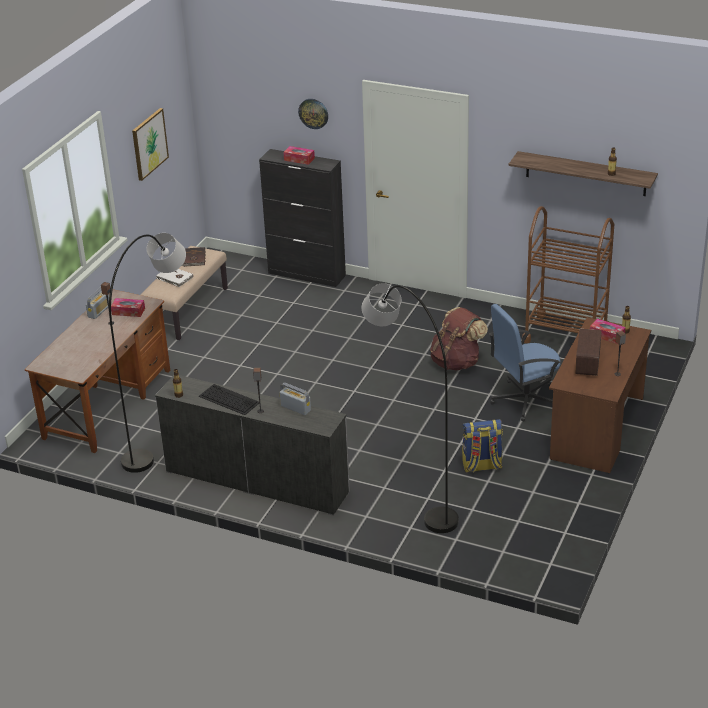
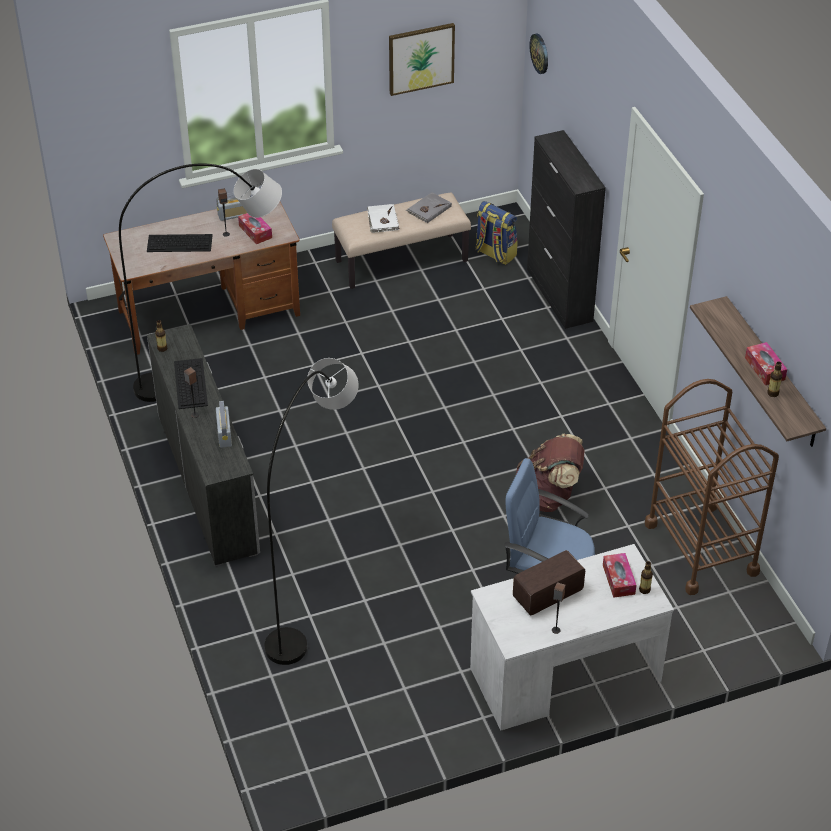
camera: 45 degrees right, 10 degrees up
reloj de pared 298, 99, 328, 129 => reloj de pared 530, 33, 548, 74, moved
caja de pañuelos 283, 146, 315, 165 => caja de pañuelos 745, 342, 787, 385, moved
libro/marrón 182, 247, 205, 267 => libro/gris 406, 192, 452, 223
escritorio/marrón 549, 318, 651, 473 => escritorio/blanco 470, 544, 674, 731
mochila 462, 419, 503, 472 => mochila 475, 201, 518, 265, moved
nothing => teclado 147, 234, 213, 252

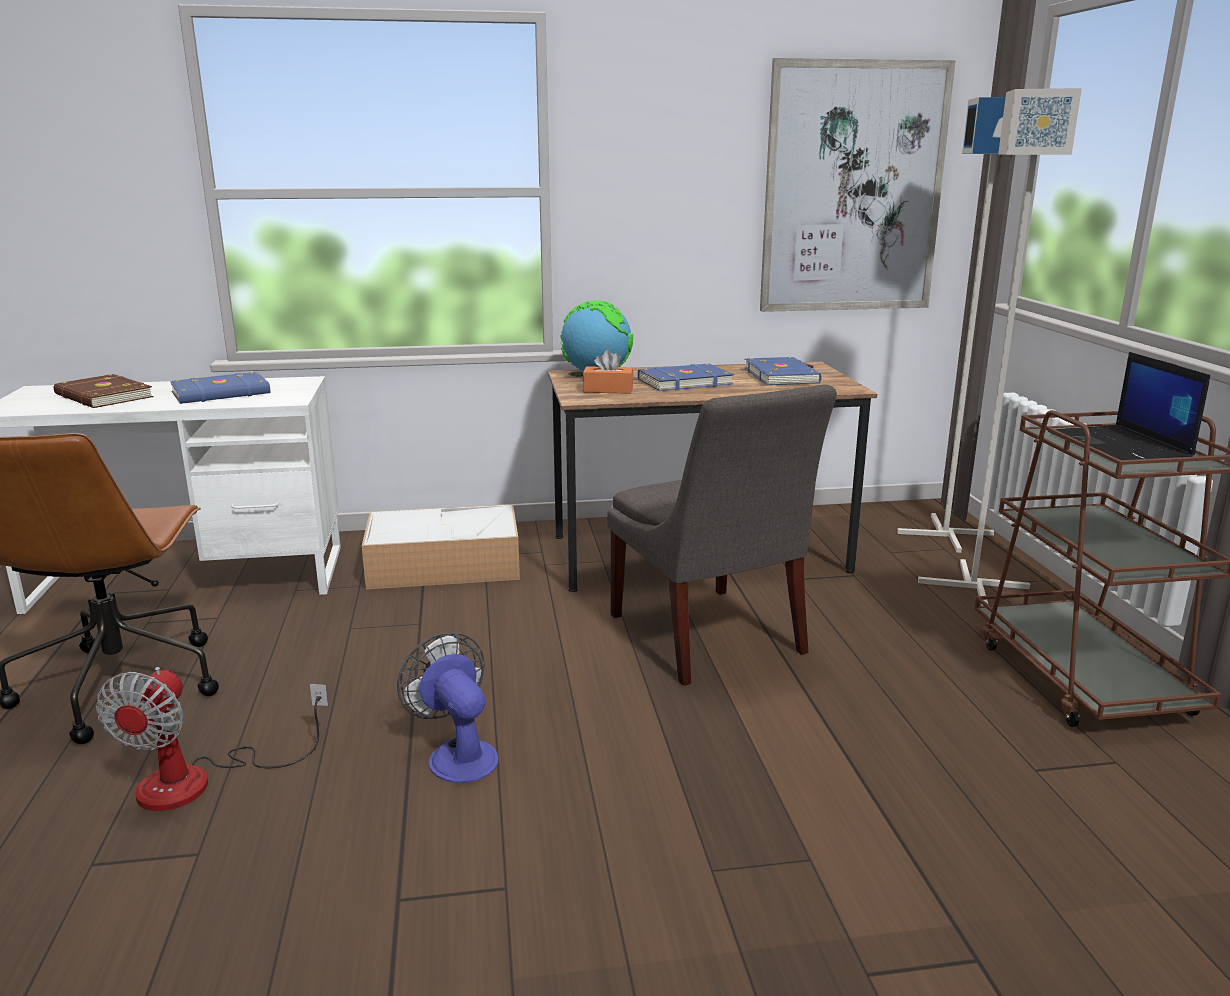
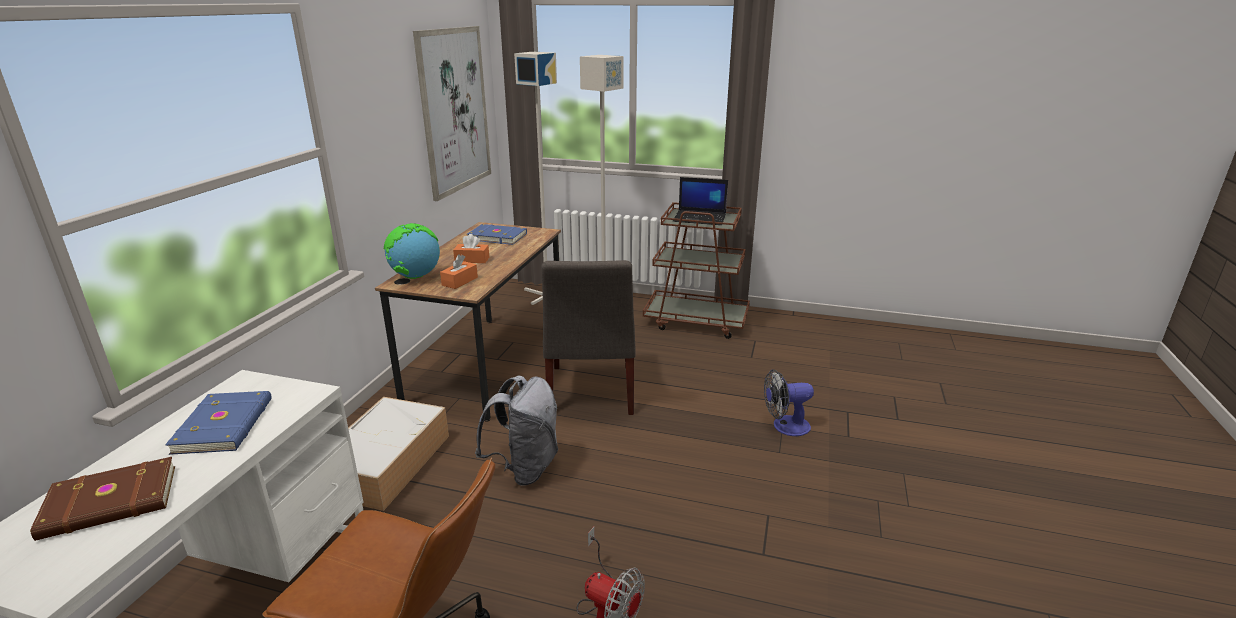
camera: 65 degrees left, 5 degrees up
libro/azul 638, 364, 734, 391 => caja de pañuelos/naranja 453, 234, 489, 263
silla/gris 608, 384, 837, 686 => silla/gris 541, 260, 635, 415, 90 degrees clockwise
ventilador 397, 632, 498, 783 => ventilador 764, 369, 814, 436, moved
nothing => mochila/gris 475, 376, 558, 486

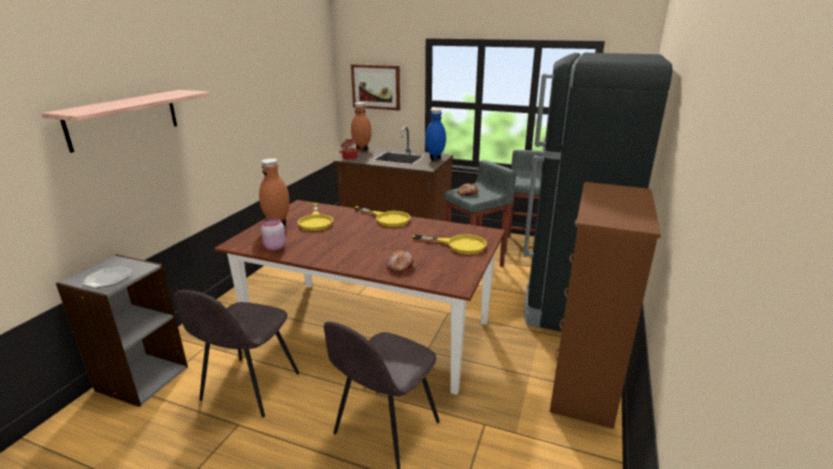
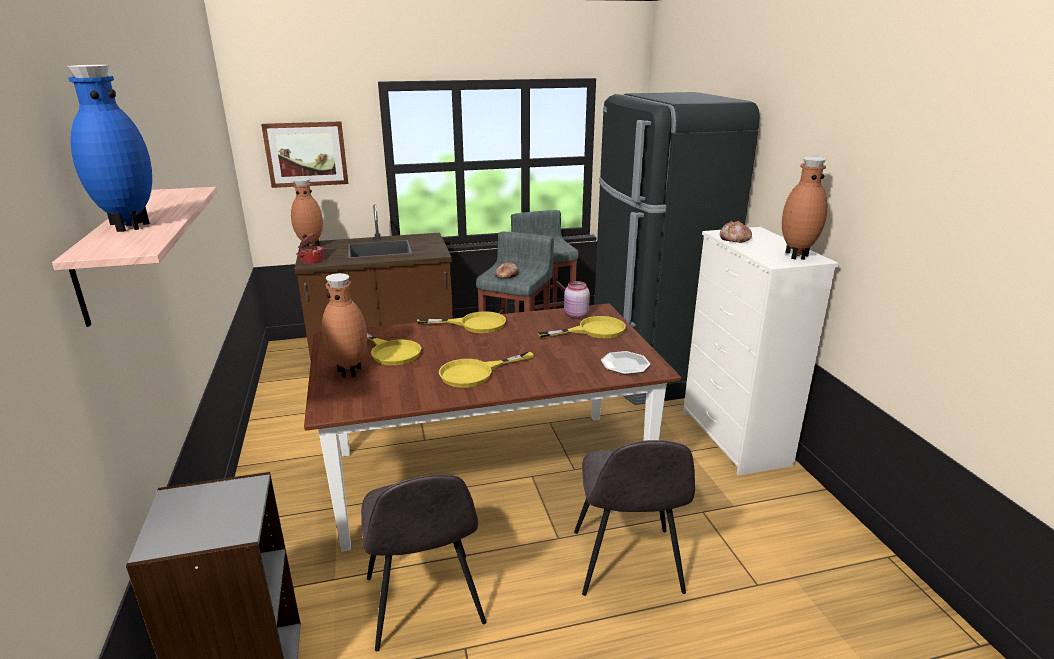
camera: 35 degrees left, 0 degrees up
florero/azul 425, 108, 446, 161 => florero/azul 67, 65, 152, 232, moved
cómoda/marrón 550, 182, 661, 429 => cómoda/blanco 683, 227, 839, 476
tarro/rosa 261, 217, 286, 251 => tarro/rosa 564, 281, 590, 319, moved
pan 387, 249, 413, 271 => pan 720, 221, 752, 243, moved
plato 83, 266, 131, 288 => plato 601, 351, 651, 374, moved
nothing => florero/marrón 782, 156, 827, 260
nothing => sartén/amarillo 439, 352, 534, 388

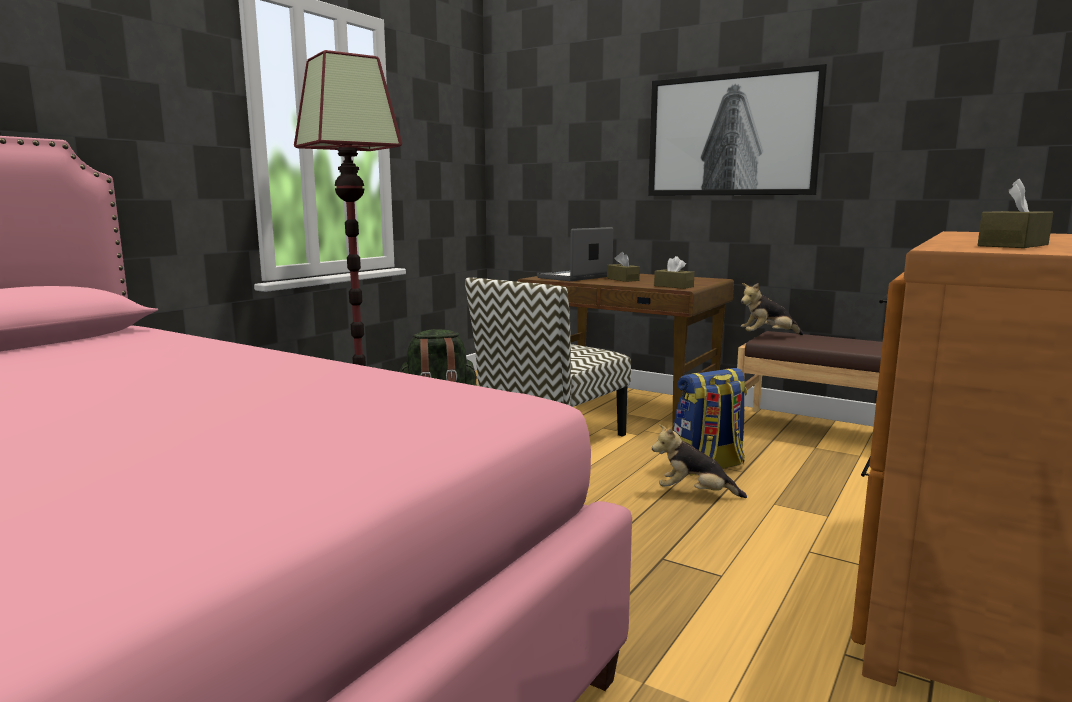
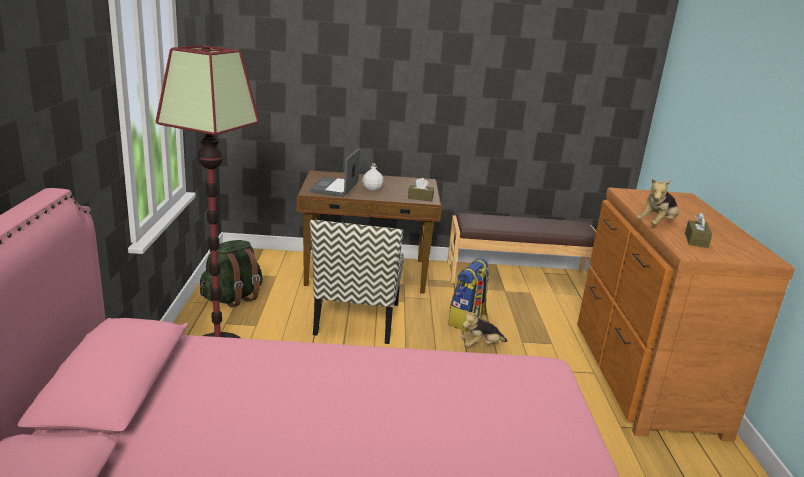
camera: 35 degrees left, 10 degrees up
cuadro 648, 64, 827, 196 => nothing
caja de pañuelos/marrón 607, 252, 640, 282 => botella/blanco 362, 163, 383, 191
peluche 741, 283, 803, 335 => peluche 637, 179, 679, 225, moved

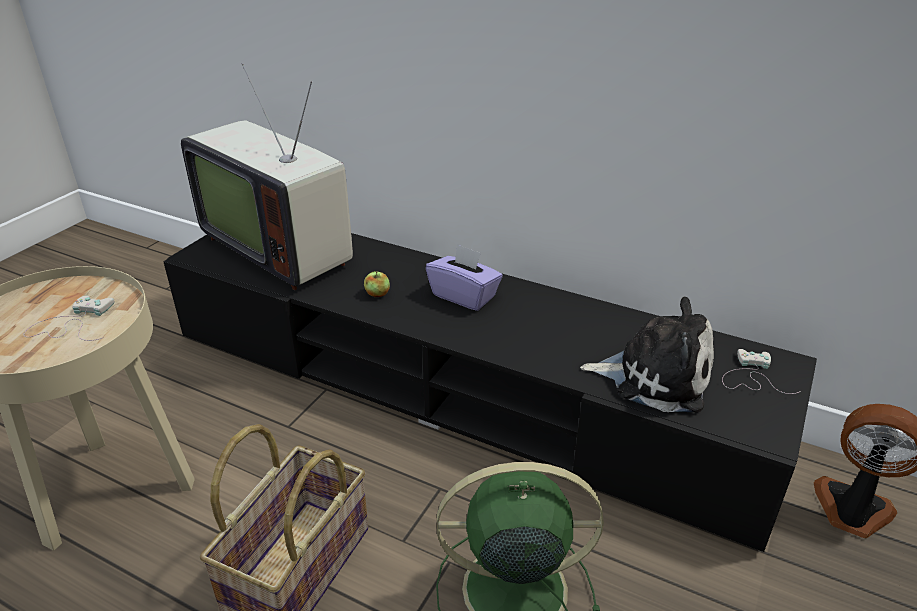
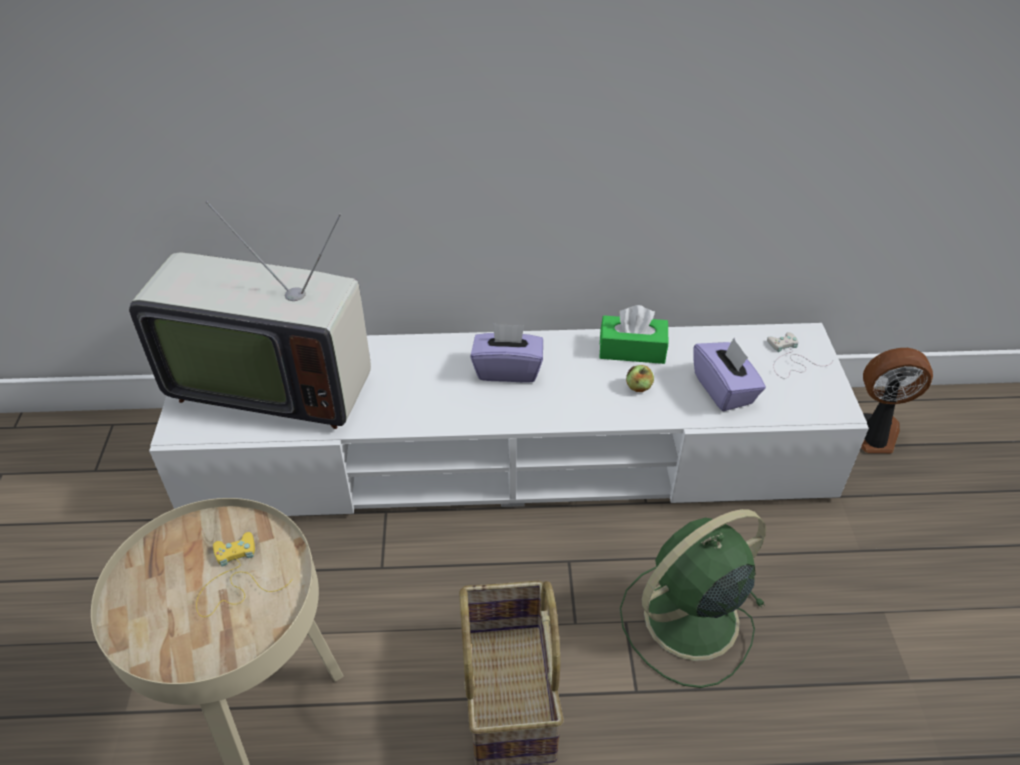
camera: 30 degrees left, 10 degrees up
mueble de televisión/negro 163, 233, 817, 552 => mueble de televisión/blanco 149, 323, 869, 516
manzana 364, 271, 390, 297 => manzana 626, 365, 654, 392, moved
mando de consola/blanco 23, 296, 114, 341 => mando de consola/amarillo 196, 532, 292, 617
peluche 580, 297, 714, 412 => caja de pañuelos/morado 693, 338, 766, 412
nothing => caja de pañuelos/verde 599, 305, 668, 364

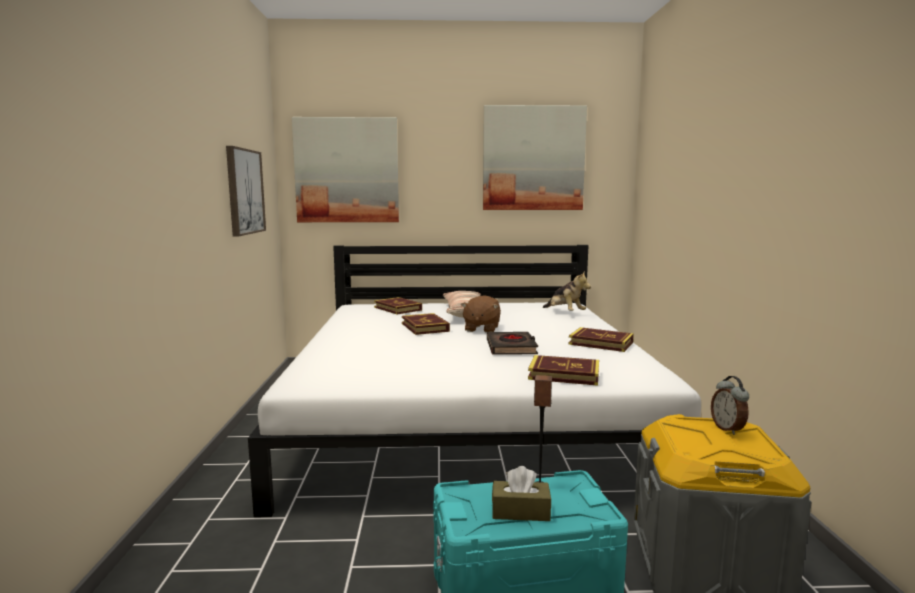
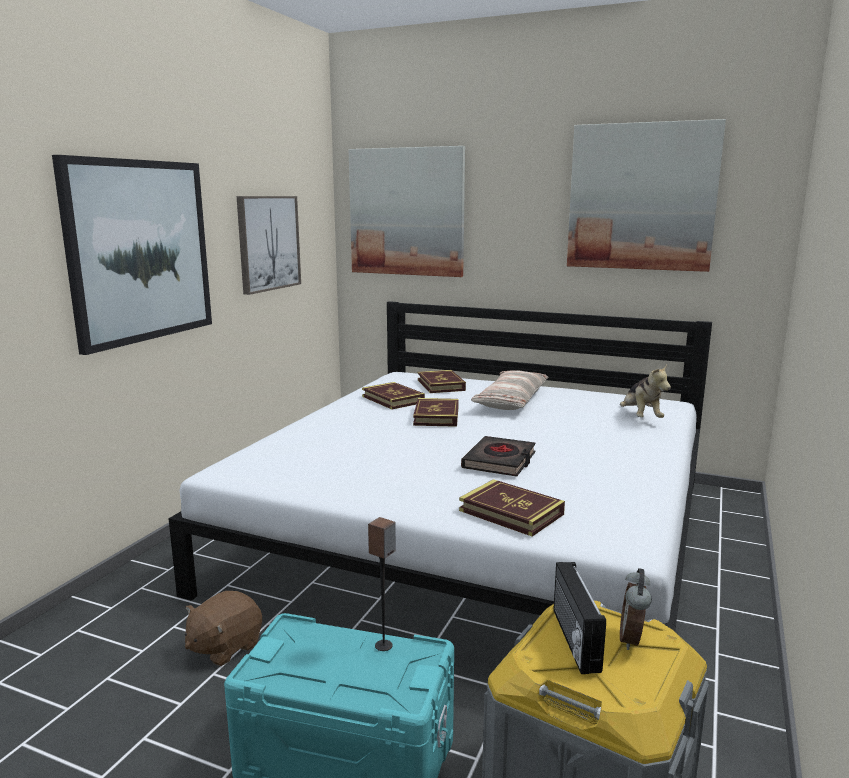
camera: 25 degrees right, 5 degrees up
peluche/marrón 461, 295, 501, 333 => peluche/marrón 185, 591, 262, 666, moved
libro 569, 327, 634, 352 => libro 362, 382, 425, 409, moved
caja de pañuelos/marrón 492, 466, 551, 521 => nothing
nothing => cuadro 52, 155, 212, 355
nothing => radio 554, 562, 606, 674

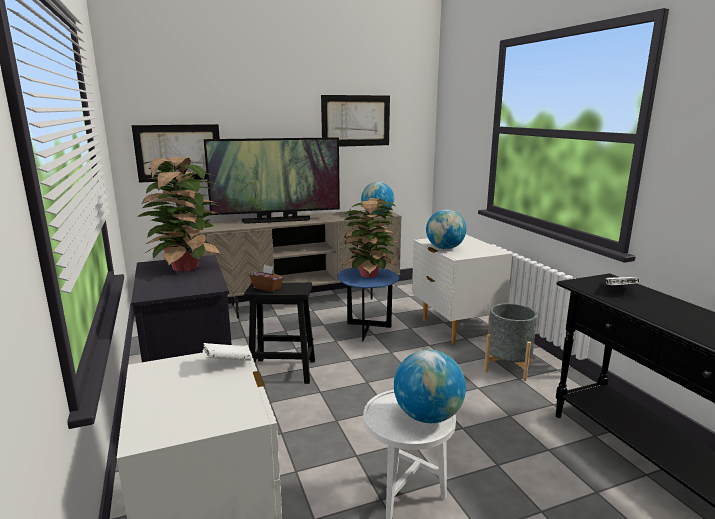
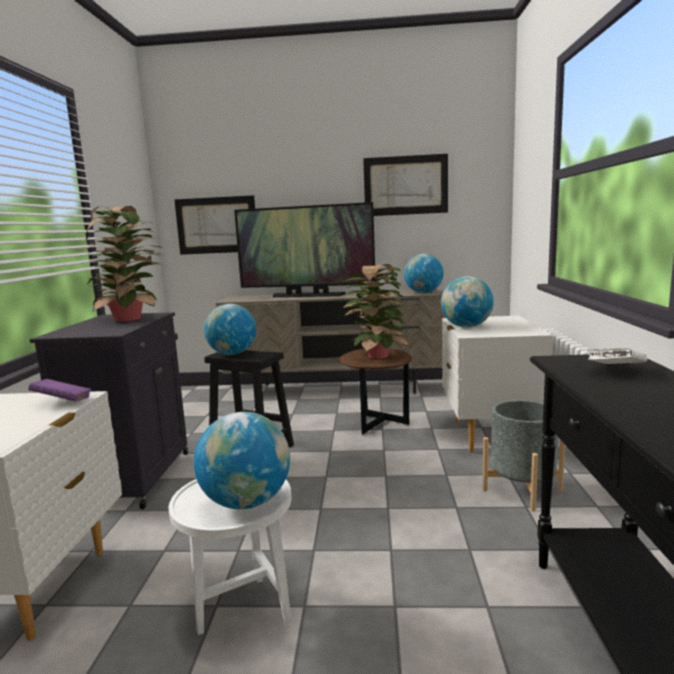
camera: 25 degrees right, 5 degrees down
caja de pañuelos/marrón 250, 265, 284, 292 => globo terráqueo 204, 304, 256, 355
mesa auxiliar/azul 338, 267, 399, 341 => mesa auxiliar/marrón 340, 349, 412, 435
libro/blanco 202, 343, 252, 361 => libro/morado 28, 379, 91, 401

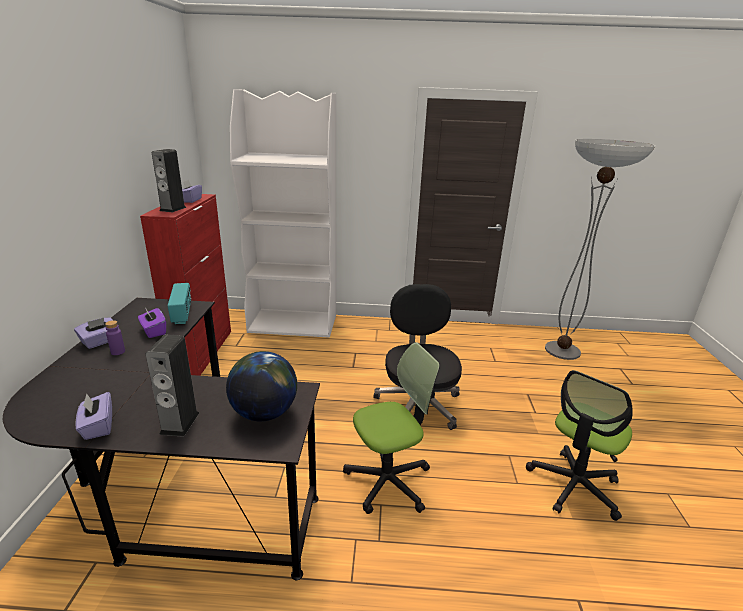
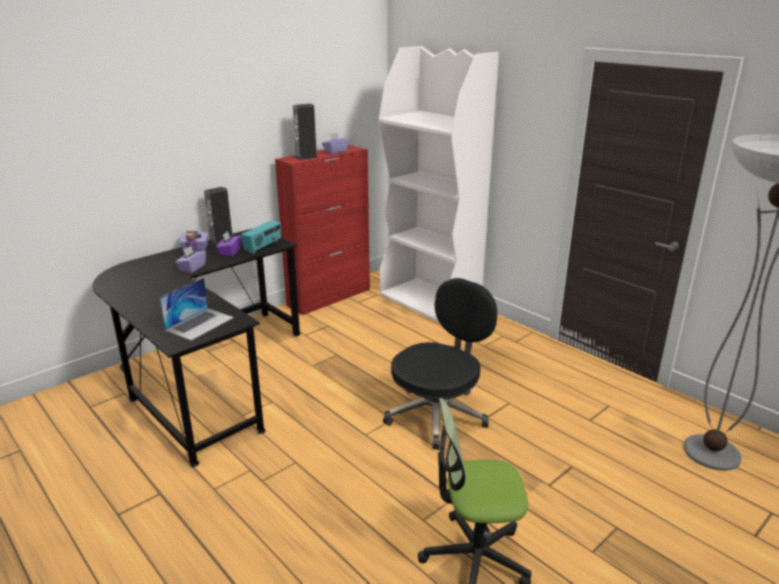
camera: 45 degrees right, 0 degrees up
altavoz 146, 334, 199, 437 => altavoz 204, 187, 233, 246, moved
silla de oficina 343, 342, 440, 514 => nothing
globo terráqueo 226, 351, 297, 421 => portátil 159, 278, 234, 341
caja de pañuelos/morado 75, 392, 112, 440 => caja de pañuelos/morado 175, 246, 206, 273, moved

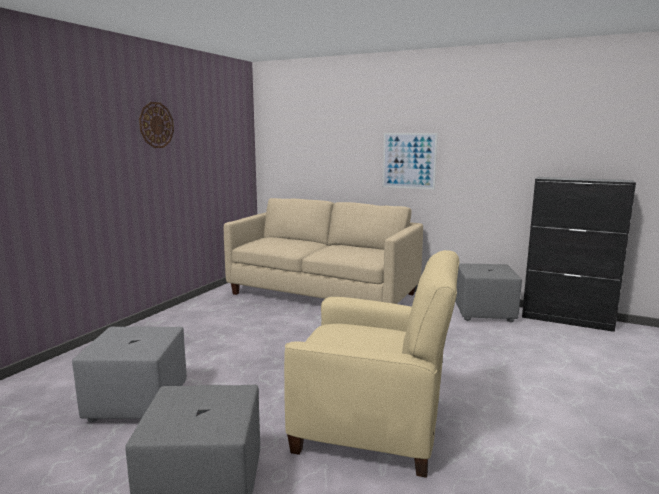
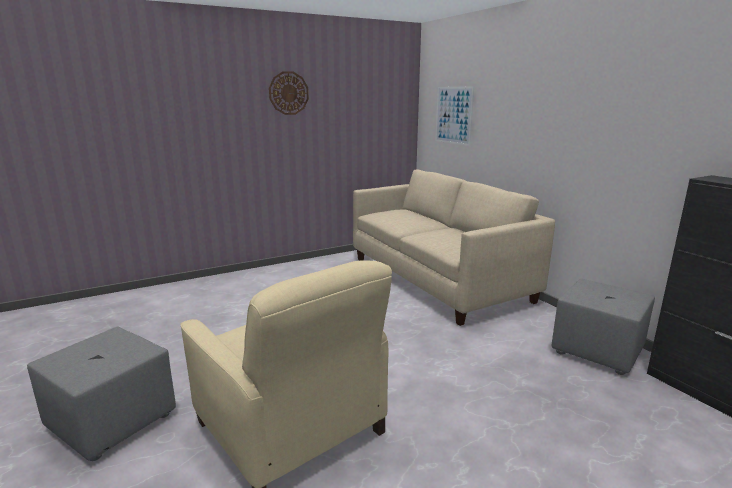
camera: 35 degrees right, 5 degrees up
cuadro 383, 133, 438, 190 => cuadro 435, 86, 474, 146, moved
puf/gris 72, 326, 187, 422 => nothing

